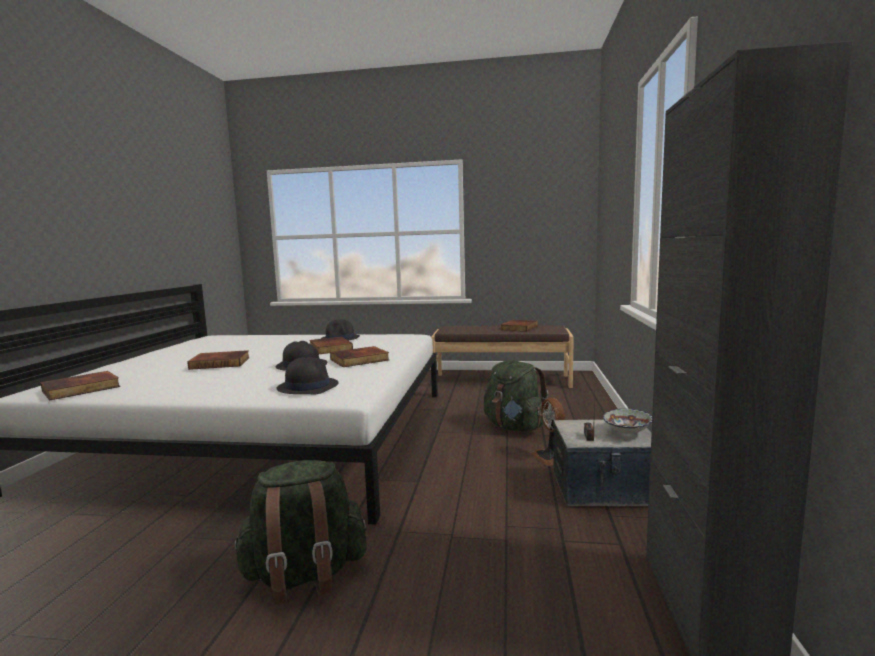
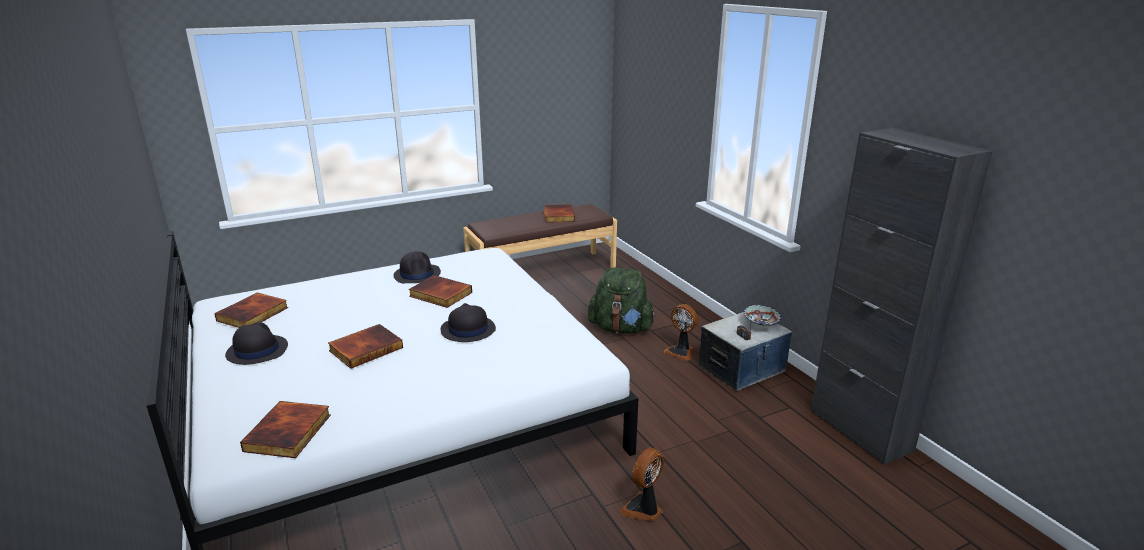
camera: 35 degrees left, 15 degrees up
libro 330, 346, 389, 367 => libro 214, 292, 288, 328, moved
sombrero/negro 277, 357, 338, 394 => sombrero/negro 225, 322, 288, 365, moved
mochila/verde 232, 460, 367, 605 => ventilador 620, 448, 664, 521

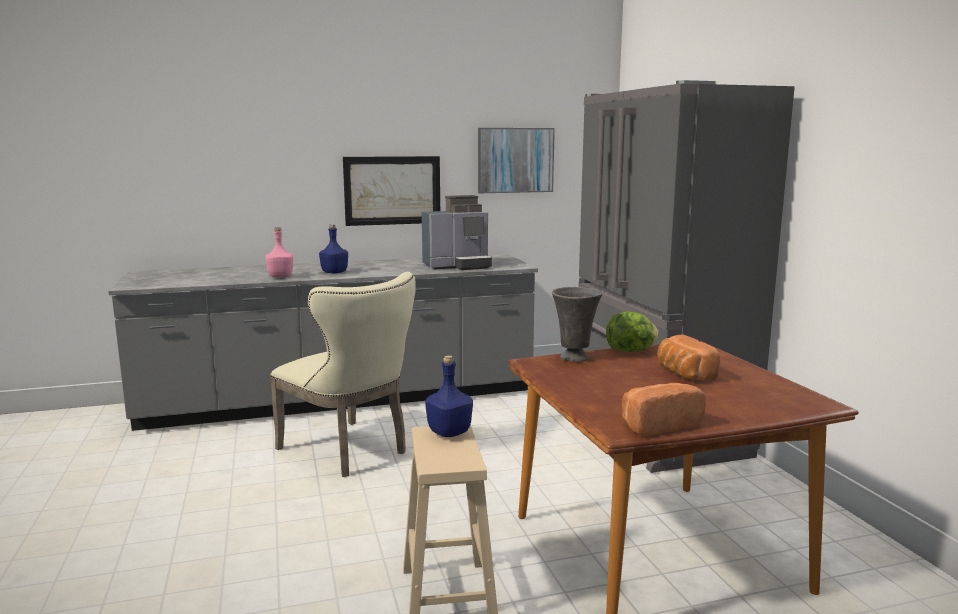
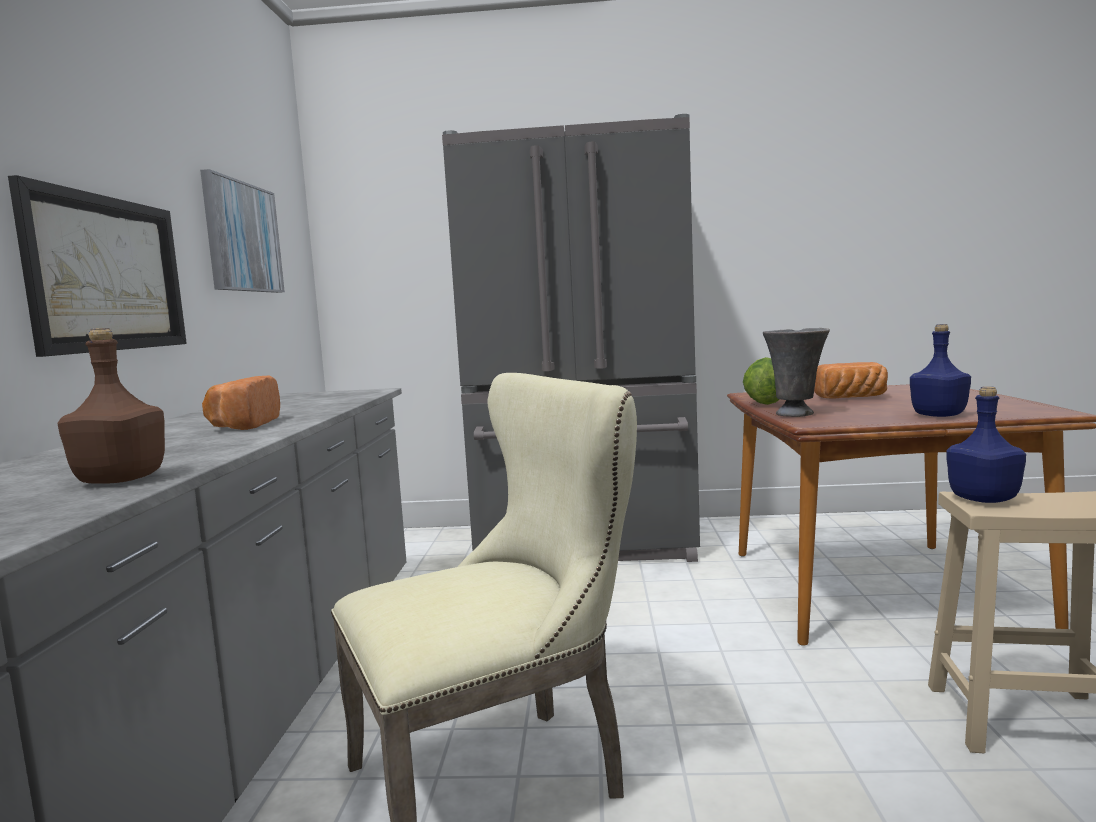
camera: 70 degrees left, 5 degrees down
cafetera 422, 195, 492, 270 => nothing
botella/azul 319, 224, 348, 273 => botella/azul 910, 324, 971, 417, moved
botella/rosa 266, 227, 293, 278 => botella/marrón 58, 328, 165, 484
pan 622, 383, 706, 436 => pan 202, 376, 280, 430, moved

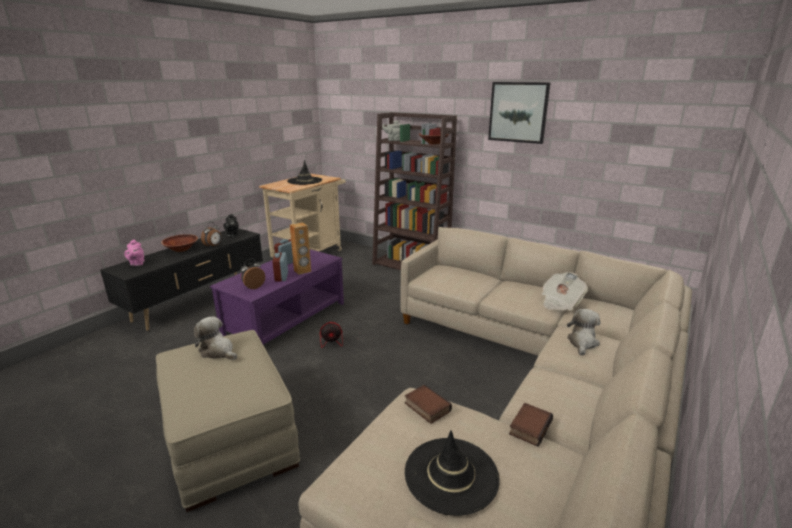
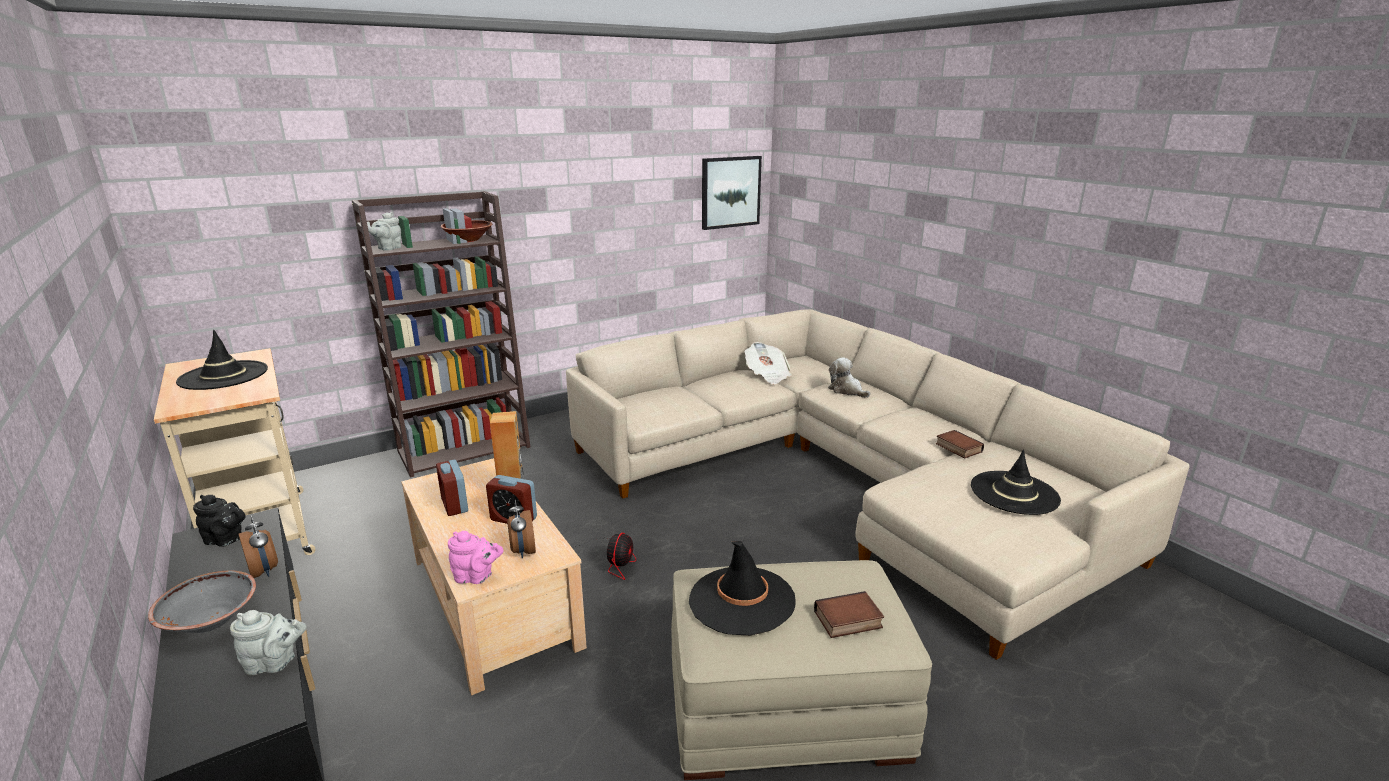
camera: 65 degrees left, 0 degrees up
cuadro 488, 82, 551, 144 => cuadro 702, 156, 762, 230, moved
cuenco/marrón 161, 234, 198, 252 => cuenco/gris 148, 570, 256, 633
tetera/rosa 124, 239, 145, 266 => tetera/rosa 448, 531, 503, 584, moved
mesa de centro/morado 210, 249, 344, 346 => mesa de centro/beis 401, 458, 587, 695
peluche 194, 316, 237, 360 => sombrero/negro 689, 541, 796, 635
libro 405, 384, 452, 424 => libro 814, 591, 884, 638, moved
nothing => tetera/gris 230, 610, 307, 675

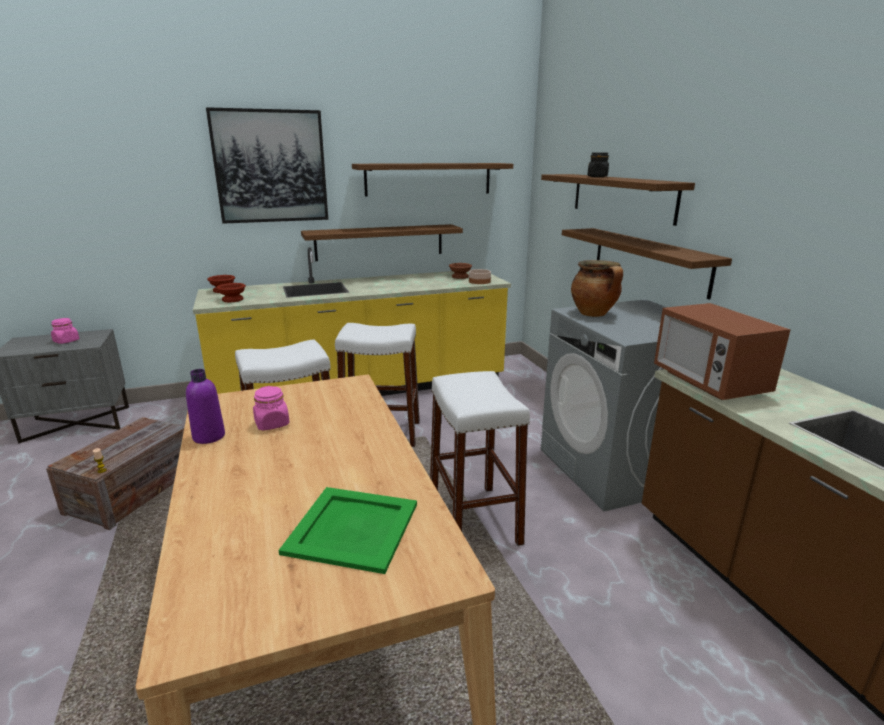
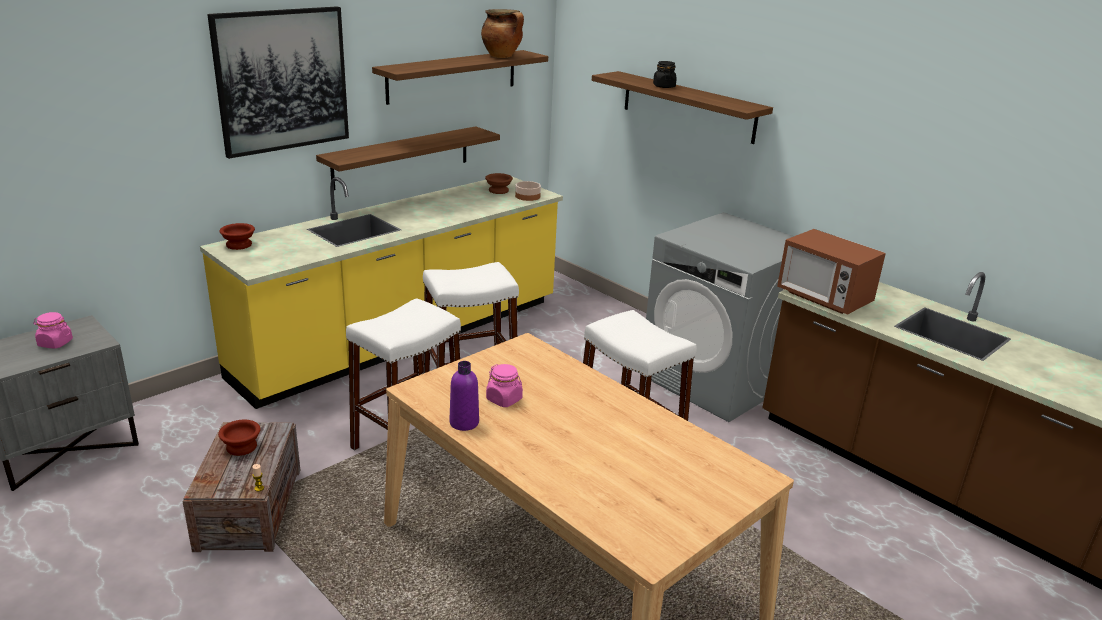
camera: 25 degrees left, 5 degrees up
estante 562, 228, 732, 300 => nothing
olla 571, 260, 623, 317 => olla 481, 9, 524, 58, moved
cuenco/marrón 216, 283, 246, 302 => cuenco/marrón 218, 420, 261, 456, moved
bandeja/verde 279, 487, 417, 574 => nothing

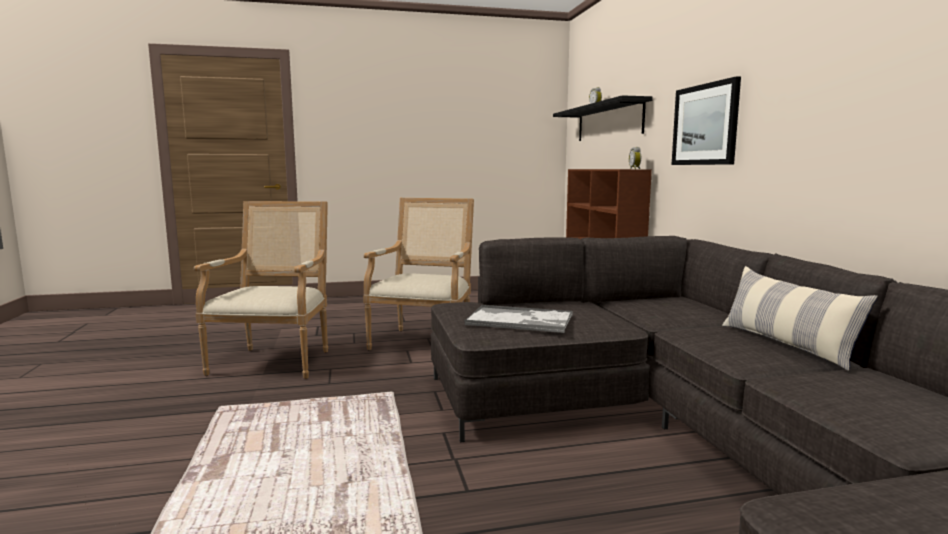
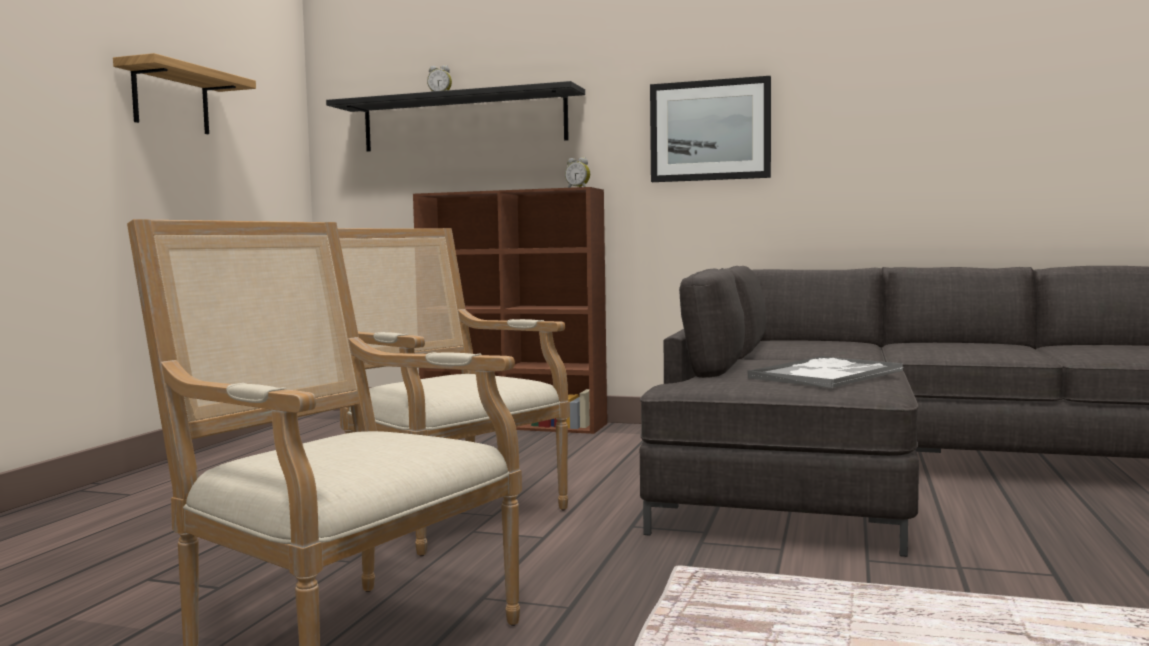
camera: 60 degrees left, 5 degrees down
cojín 722, 266, 878, 371 => nothing
nothing => estante 113, 53, 256, 134

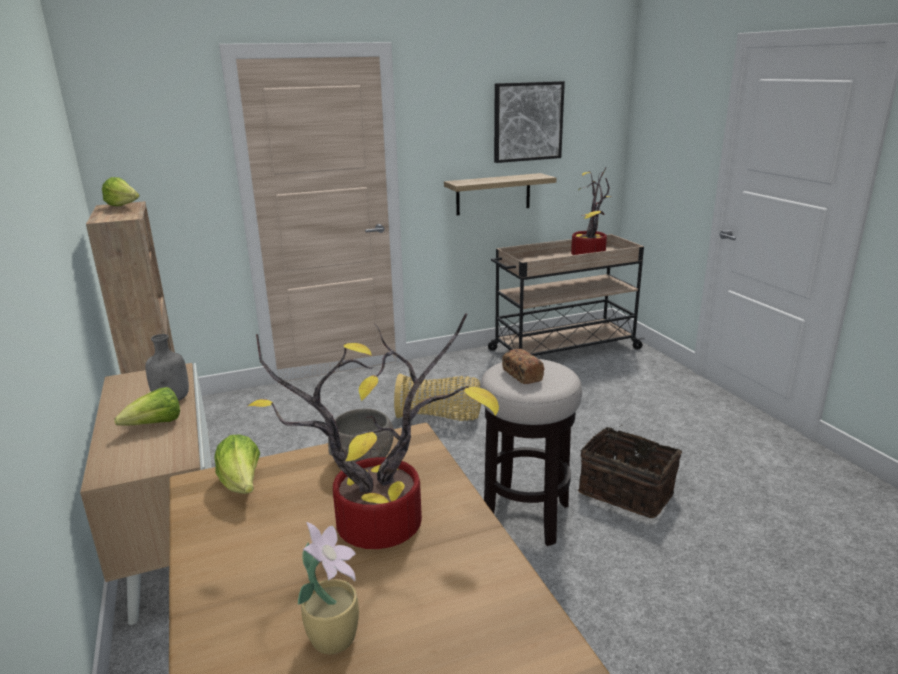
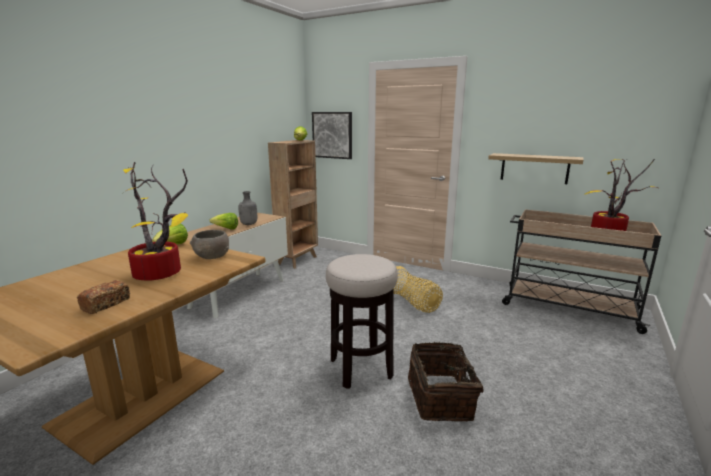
camera: 50 degrees right, 5 degrees down
cuadro 494, 81, 565, 163 => cuadro 312, 112, 352, 159, moved
pan 502, 349, 544, 384 => pan 77, 280, 130, 314, moved
planta en maceta 298, 522, 359, 654 => nothing

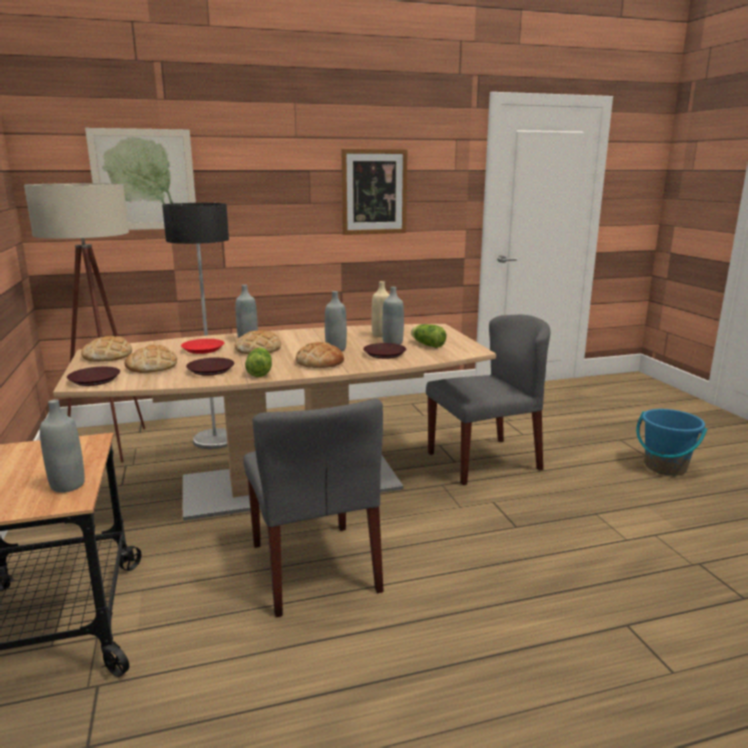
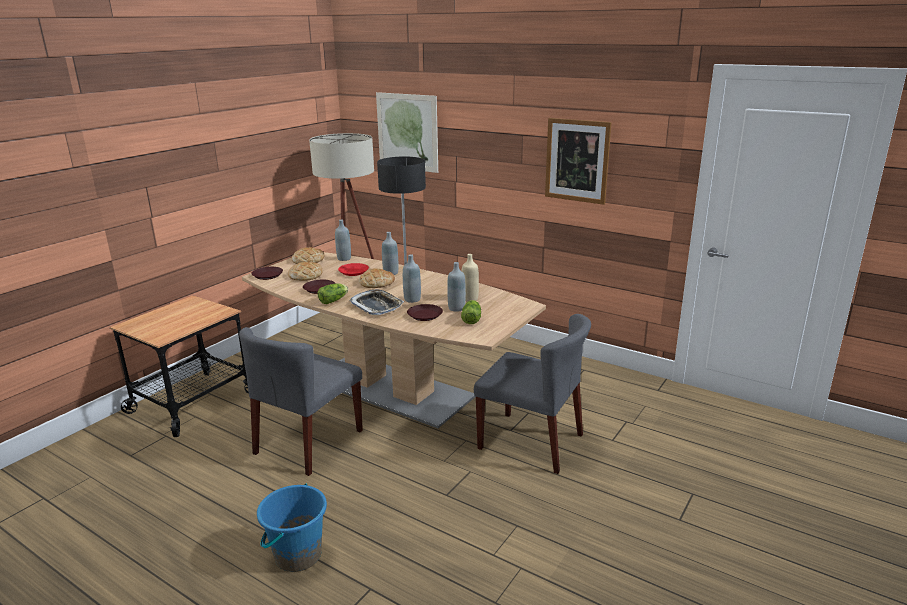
camera: 50 degrees right, 5 degrees up
pan 295, 342, 344, 368 => bandeja 349, 289, 404, 315
botella/gris 40, 399, 85, 493 => botella/gris 335, 220, 351, 261, moved
cubo/azul 636, 409, 707, 476 => cubo/azul 257, 484, 327, 572, moved

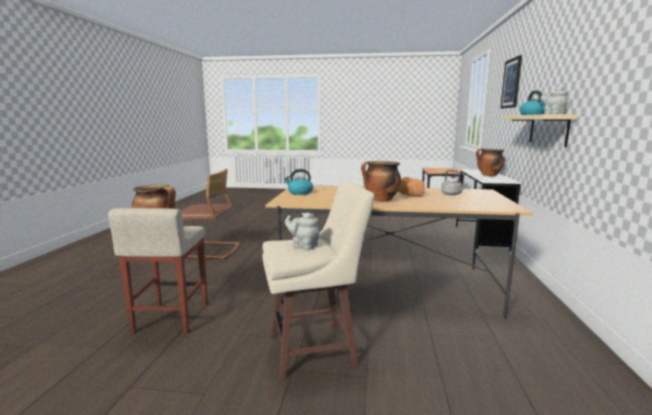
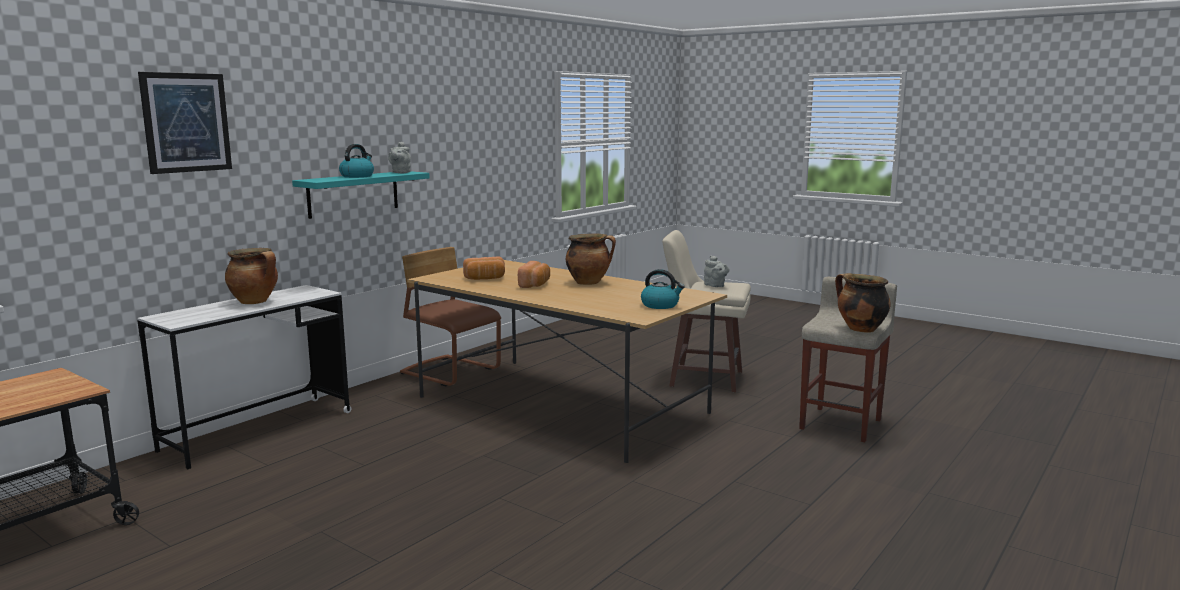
camera: 150 degrees left, 0 degrees up
estante/beis 503, 114, 578, 147 => estante/turquesa 292, 171, 430, 219
silla/marrón 181, 169, 240, 259 => silla/marrón 400, 247, 501, 386, moved
hervidor/gris 441, 170, 467, 195 => pan 463, 257, 505, 280

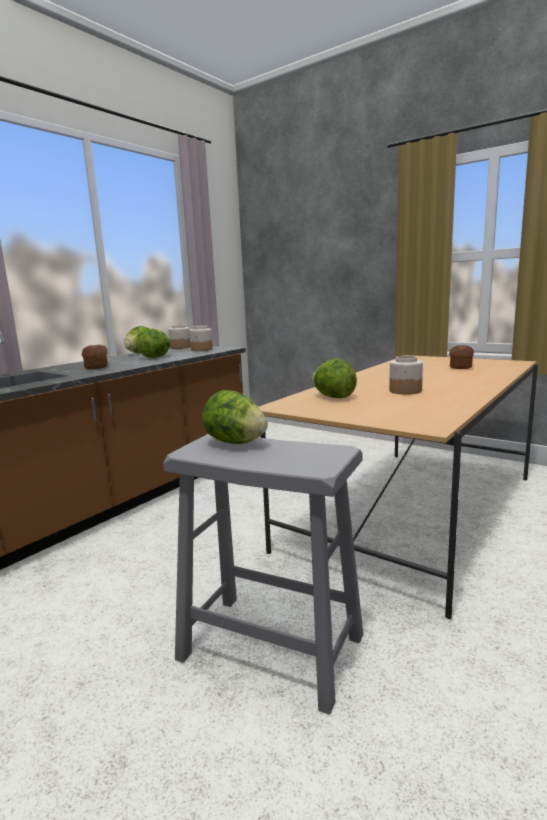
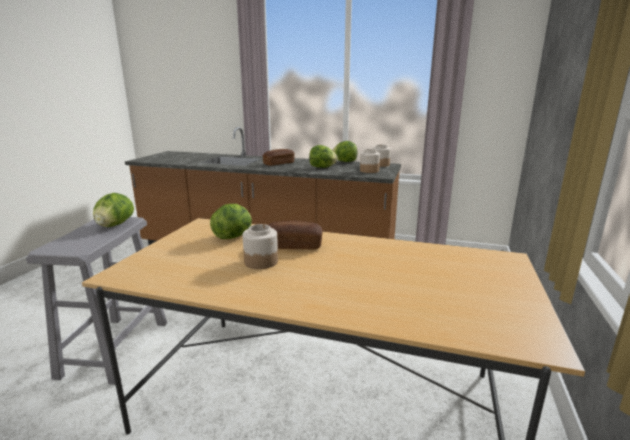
camera: 70 degrees right, 5 degrees up
pan 449, 345, 474, 369 => pan 269, 221, 323, 250, moved

